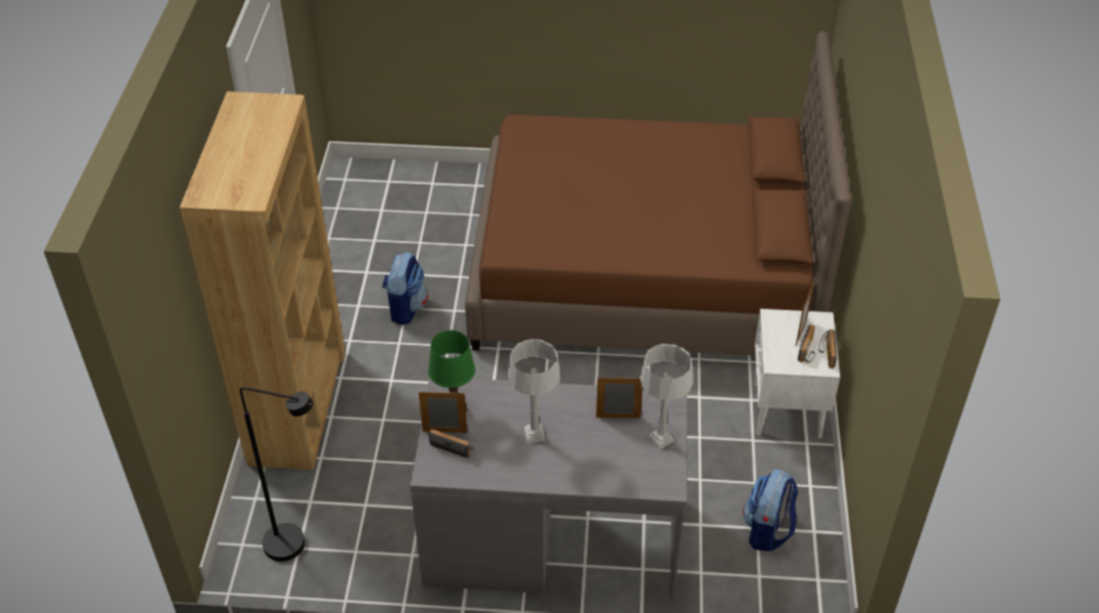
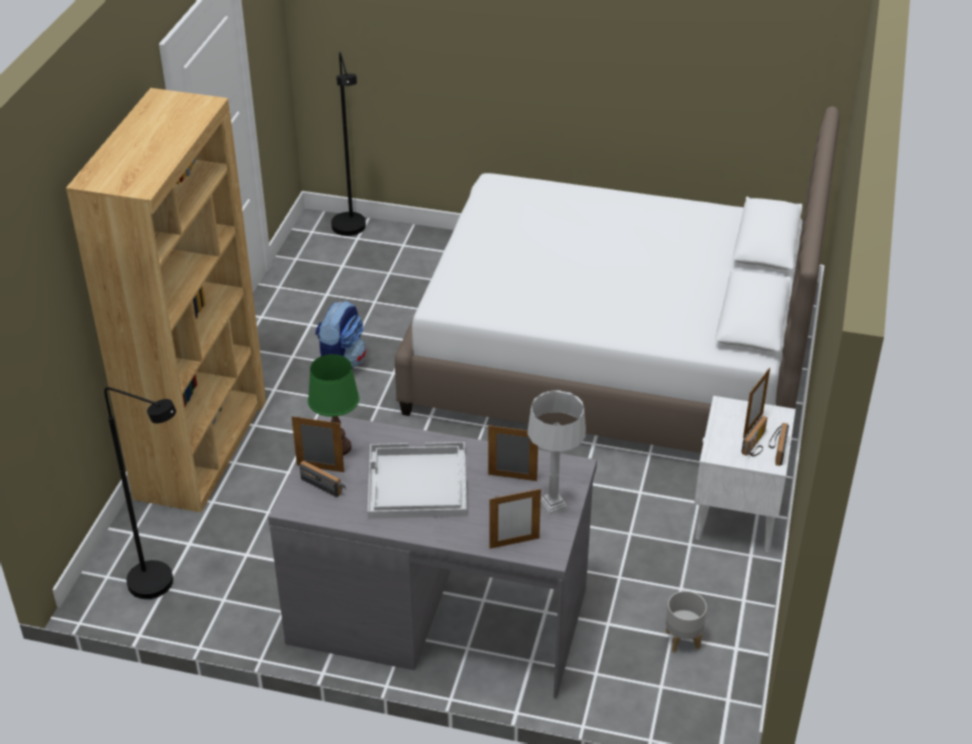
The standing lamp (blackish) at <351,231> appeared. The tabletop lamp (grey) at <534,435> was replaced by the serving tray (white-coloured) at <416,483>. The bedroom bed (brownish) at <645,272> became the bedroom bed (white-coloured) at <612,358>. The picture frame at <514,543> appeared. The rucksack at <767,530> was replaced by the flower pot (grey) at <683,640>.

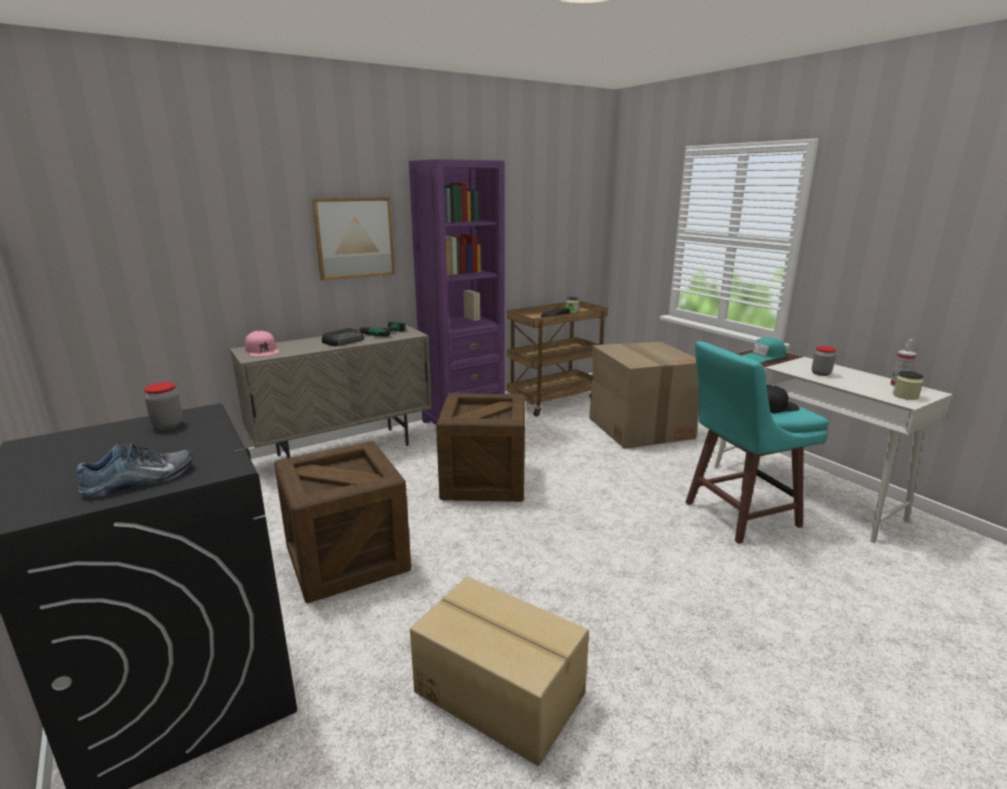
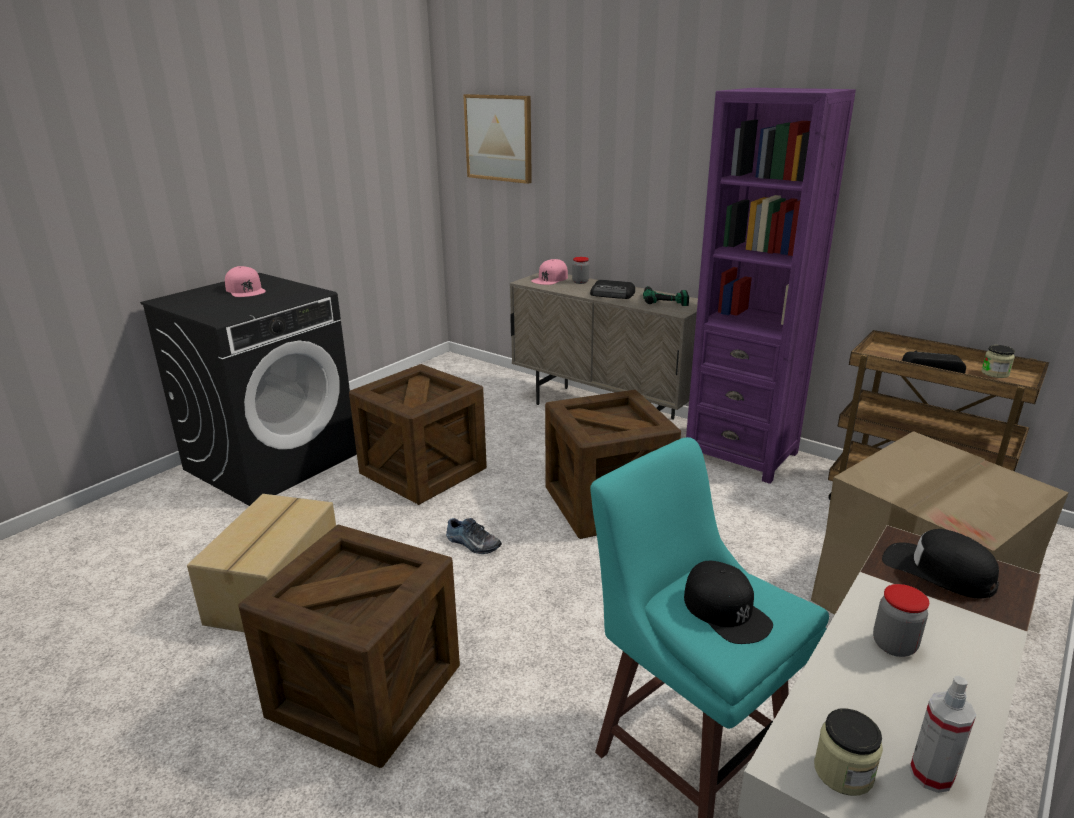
The baseball cap (pink) at <245,290> appeared. The packing crate at <365,691> appeared. The low shoe moved from <141,481> to <472,544>. The wall art moved from <354,238> to <499,138>. The jar moved from <168,425> to <580,282>. The baseball cap (turquoise) at <764,357> became the baseball cap (blackish) at <938,571>.

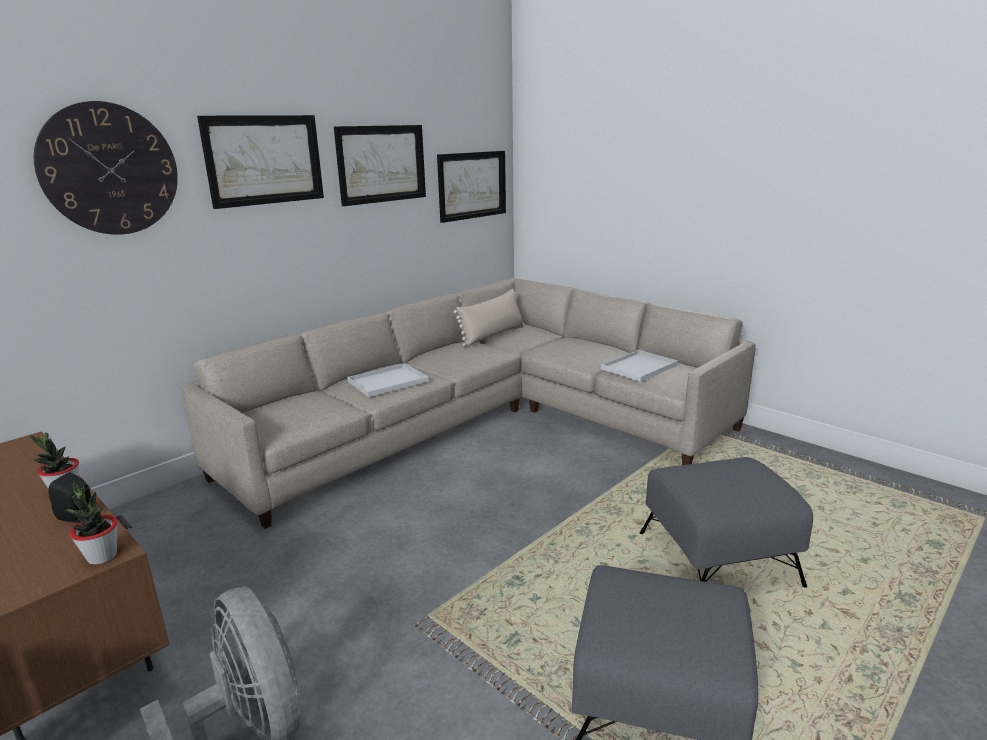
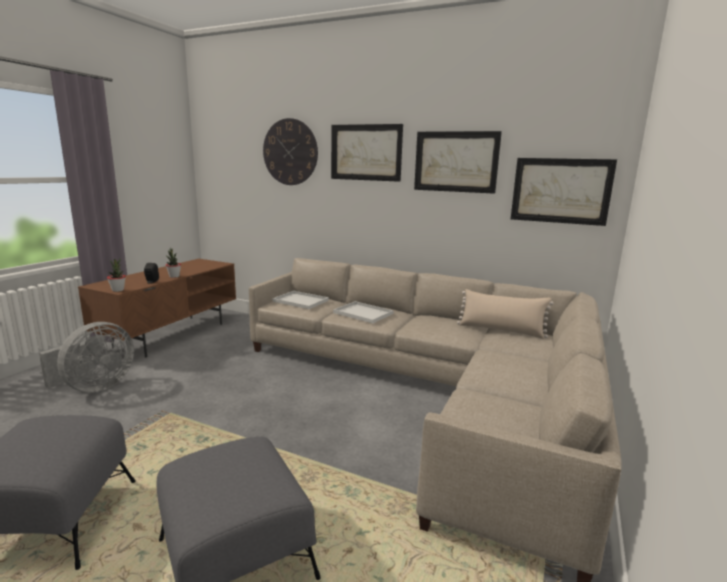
The serving tray (white-coloured) moved from <639,366> to <302,301>.

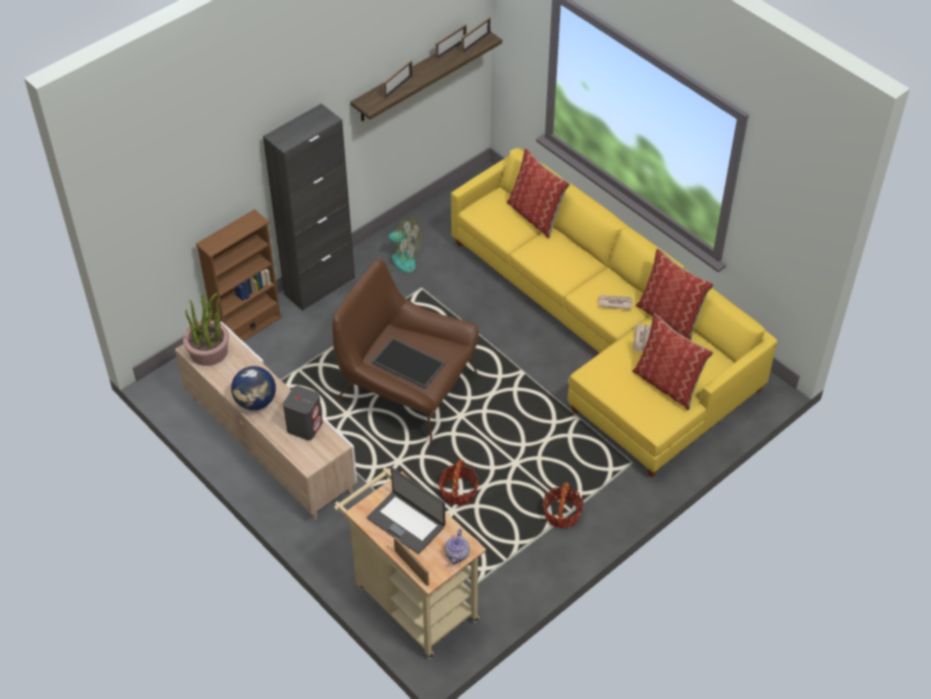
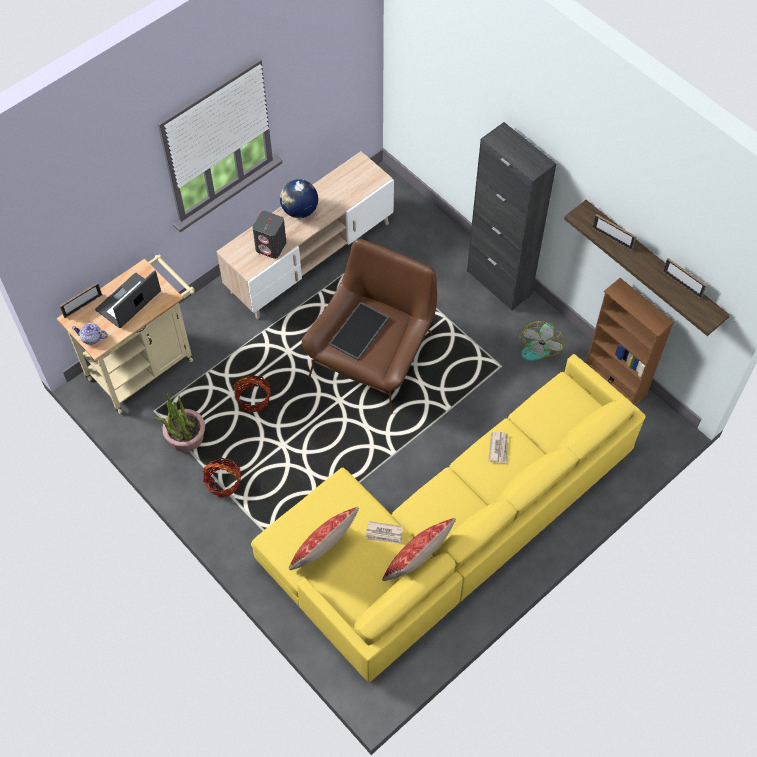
The plant in a pot moved from <209,351> to <185,437>. The newspaper moved from <614,303> to <499,447>. The bookcase (brownish) moved from <248,327> to <615,379>. The picture frame at <476,43> disappeared. The throw pillow at <536,216> disappeared.

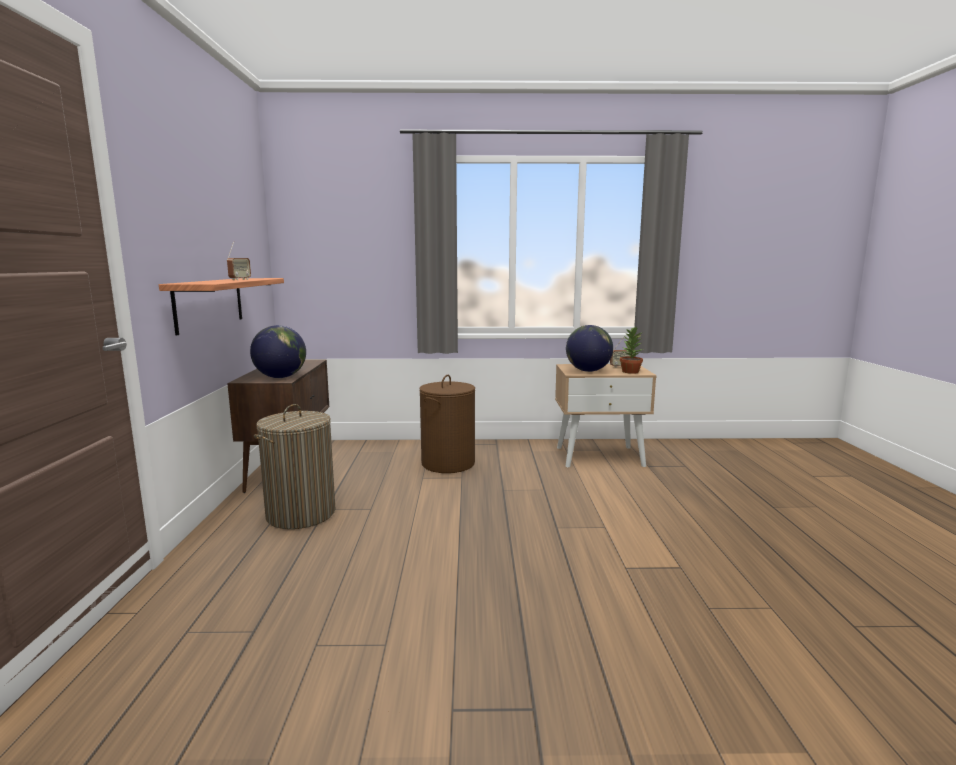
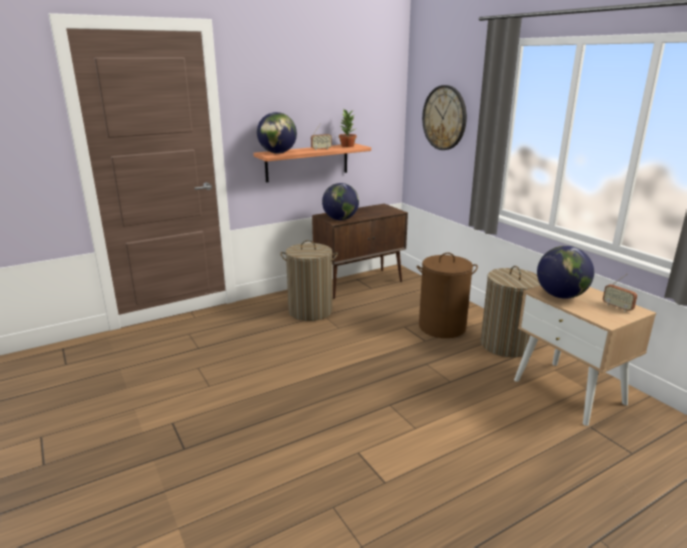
The world globe at <277,153> appeared. The plant in a pot moved from <630,372> to <347,146>. The wall clock at <444,118> appeared. The washing basket at <505,344> appeared.

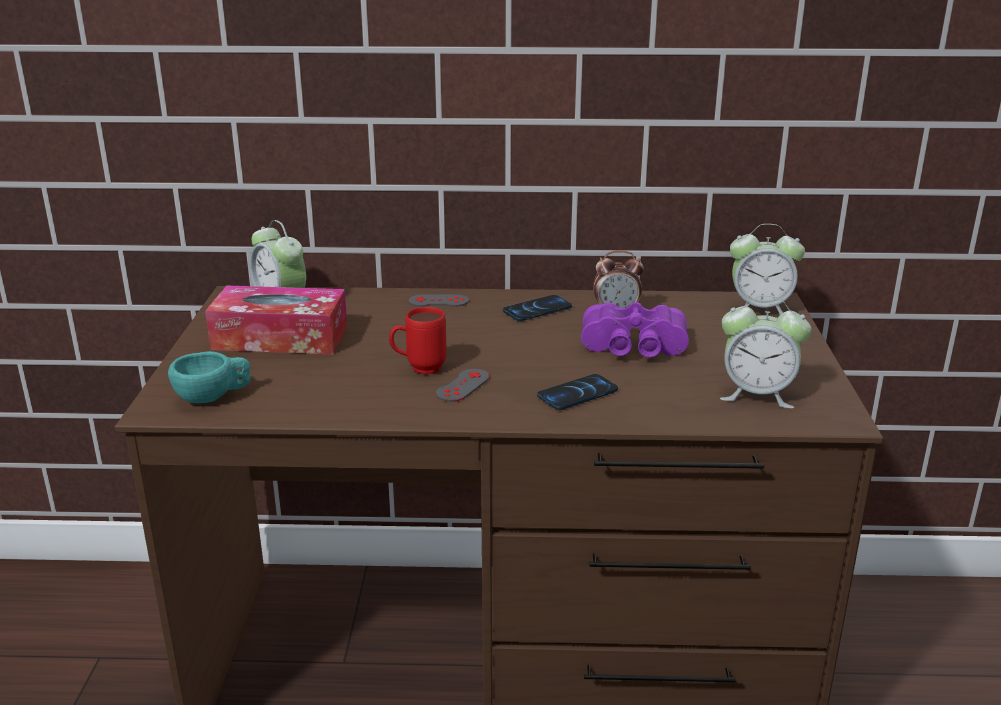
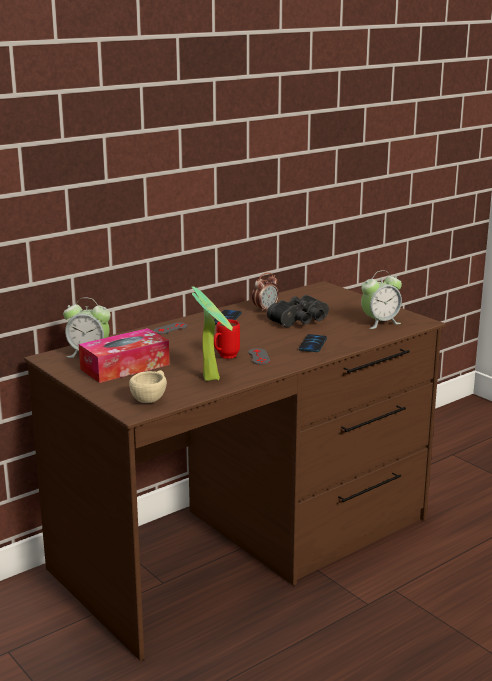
The drinking cup (turquoise) at <213,397> became the drinking cup (beige) at <151,398>. The plant in a pot at <213,377> appeared. The binoculars (purple) at <633,349> became the binoculars (blackish) at <301,321>. The alarm clock at <760,309> disappeared.

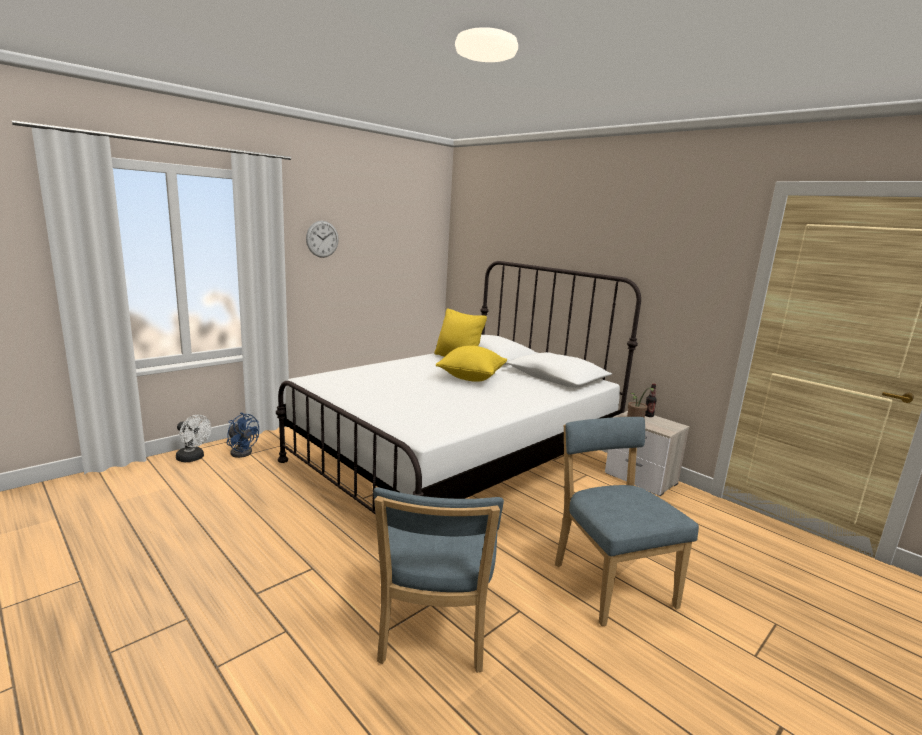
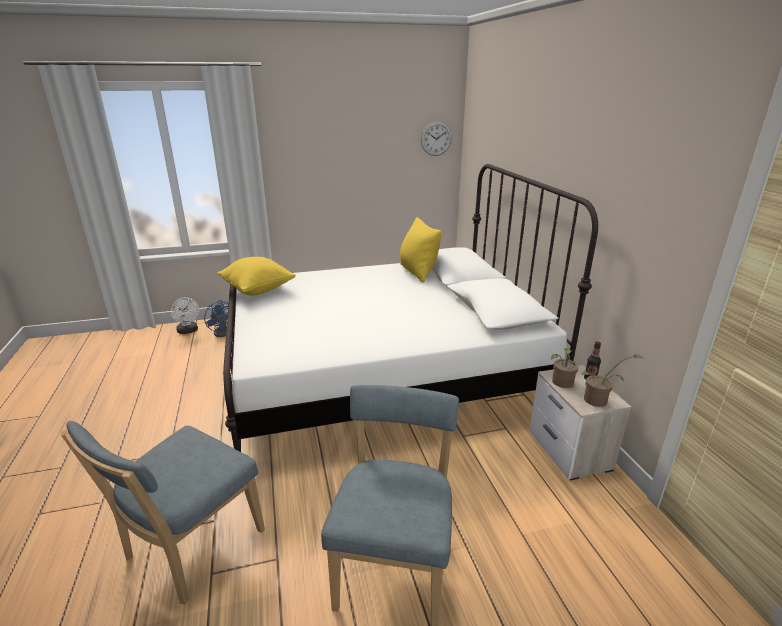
The throw pillow (yellow) moved from <471,378> to <258,290>. The wall clock moved from <322,239> to <436,138>. The plant in a pot at <599,401> appeared.

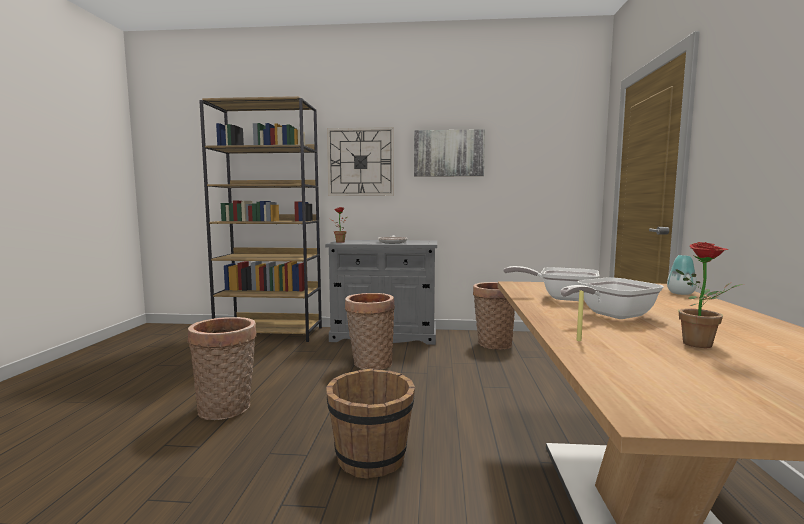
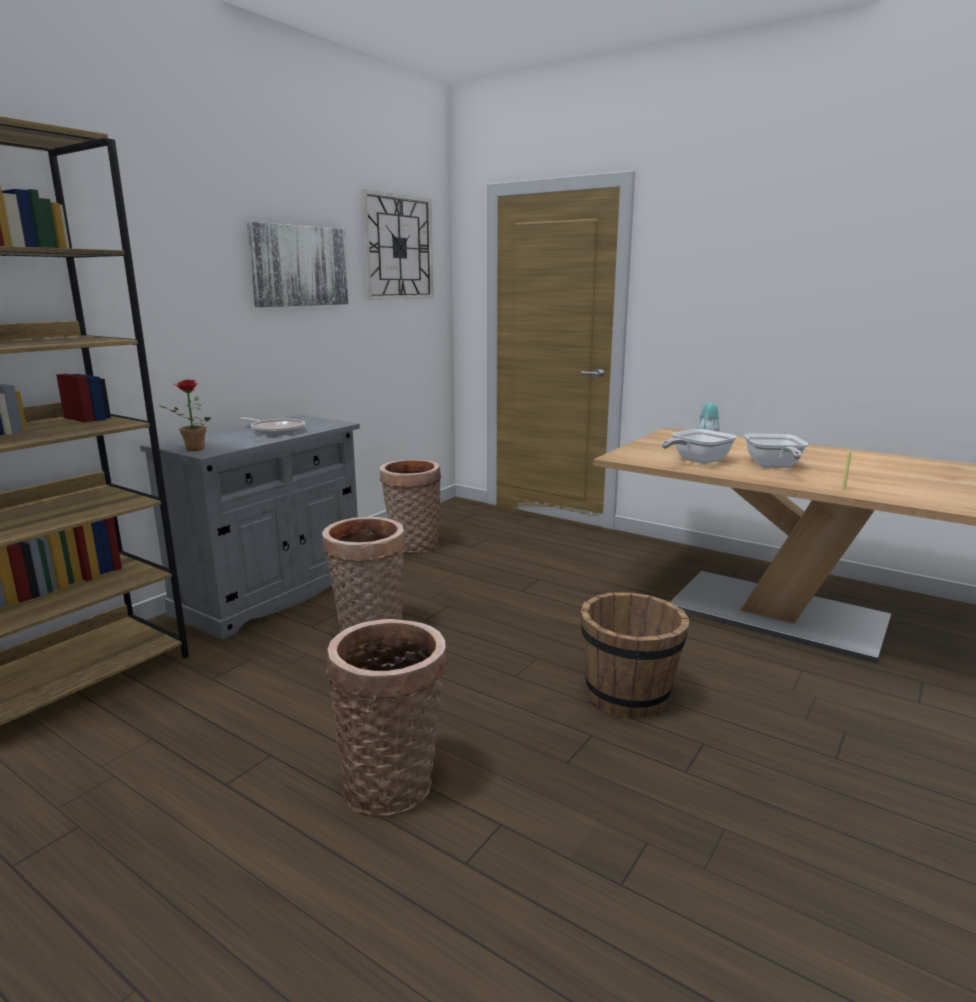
The wall clock moved from <360,162> to <398,247>. The plant in a pot at <703,345> disappeared.

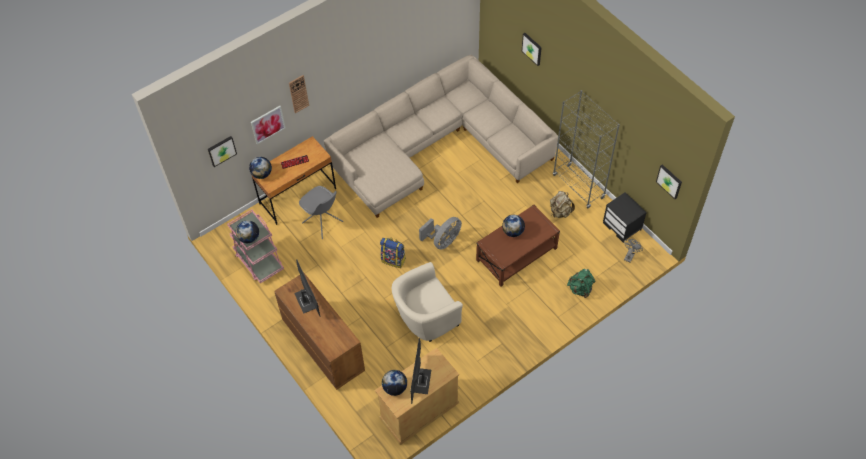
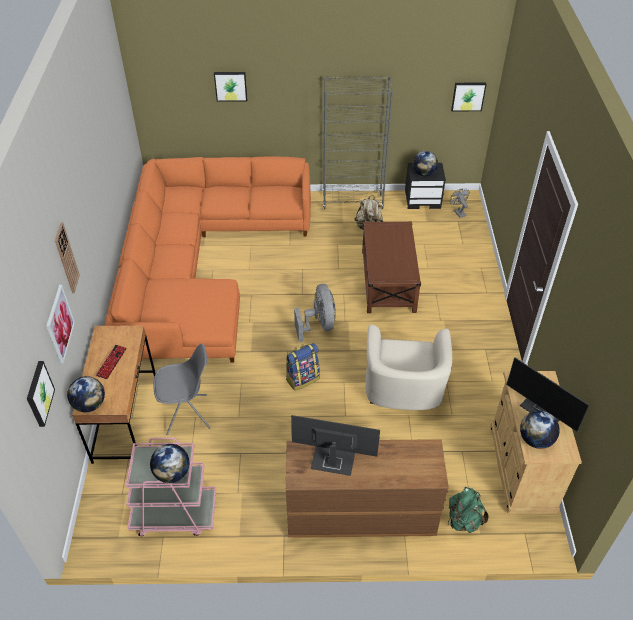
The sofa (beige) at <438,146> became the sofa (orange) at <199,265>. The world globe moved from <513,232> to <424,173>. The rucksack (greenish) moved from <580,289> to <463,520>.

